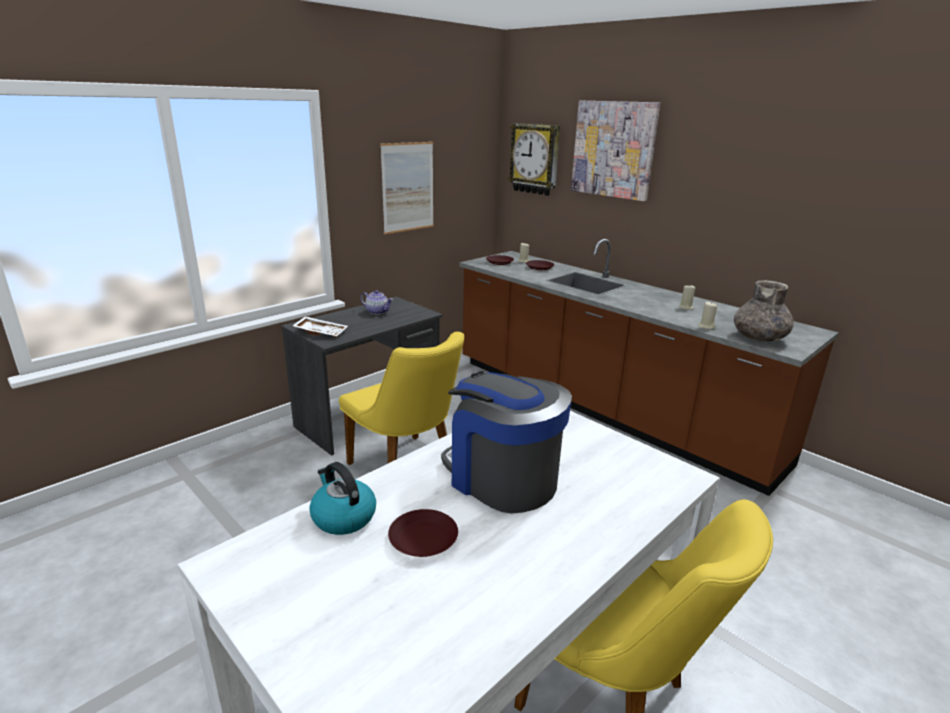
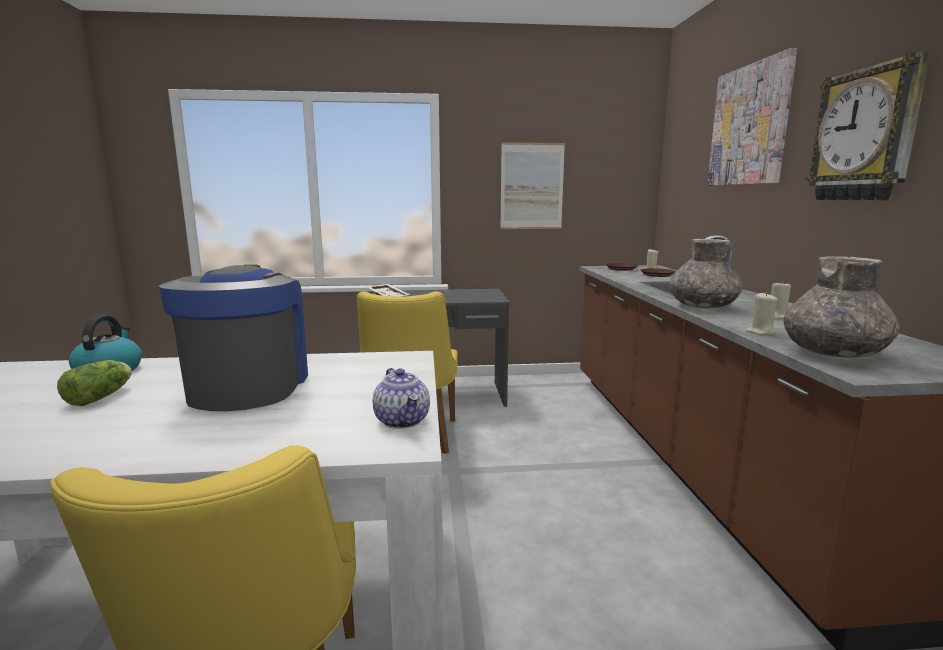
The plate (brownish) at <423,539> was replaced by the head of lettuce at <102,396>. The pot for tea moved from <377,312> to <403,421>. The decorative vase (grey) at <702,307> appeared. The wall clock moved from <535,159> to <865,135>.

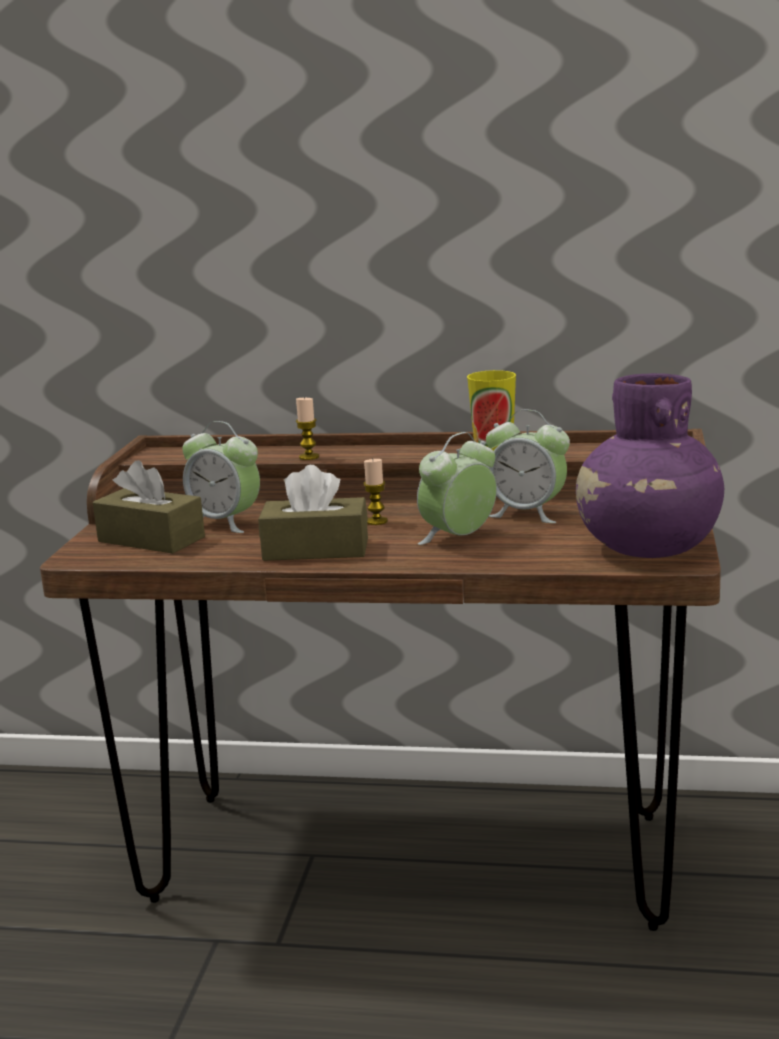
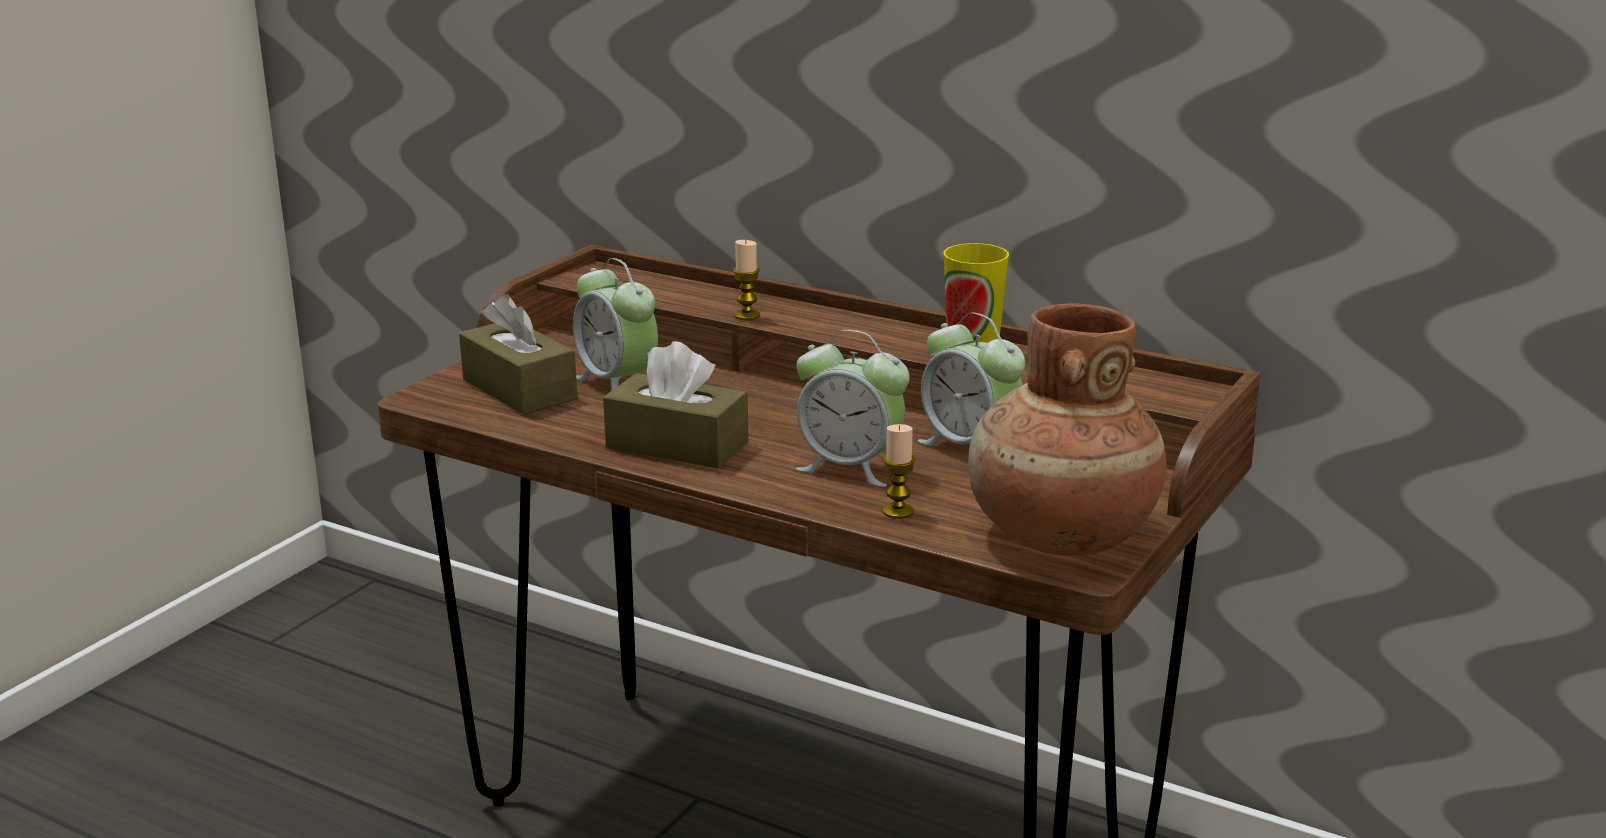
The alarm clock at <458,539> turned 135 degrees counterclockwise. The wax light moved from <376,521> to <898,511>. The decorative vase (purple) at <648,548> became the decorative vase (brownish) at <1060,536>.

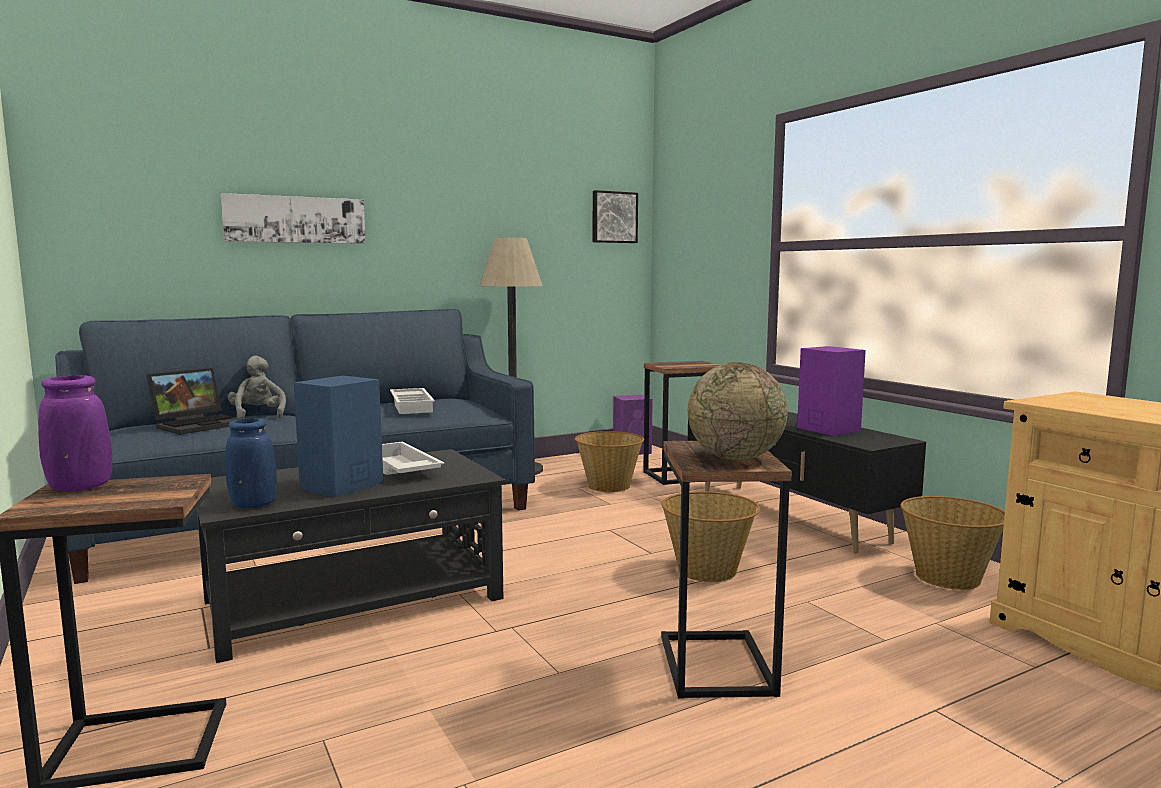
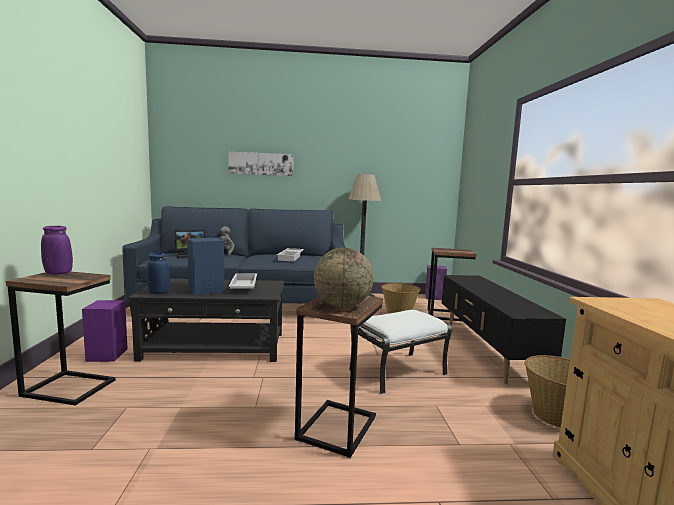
The audio speaker (purple) moved from <827,429> to <107,354>. The basket at <708,570> was replaced by the ottoman (white-coloured) at <398,372>. The wall art at <613,217> disappeared.

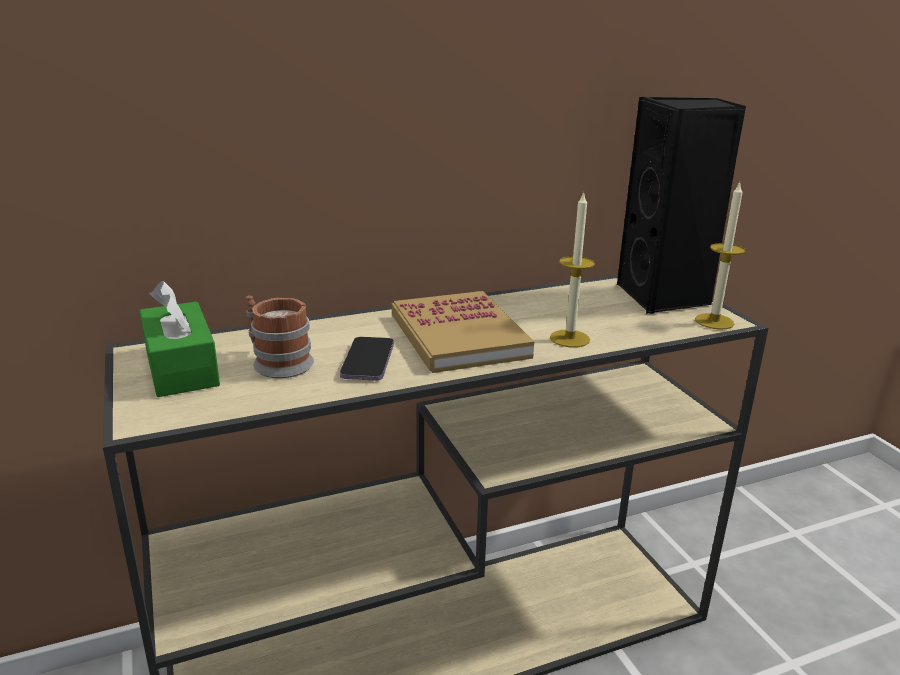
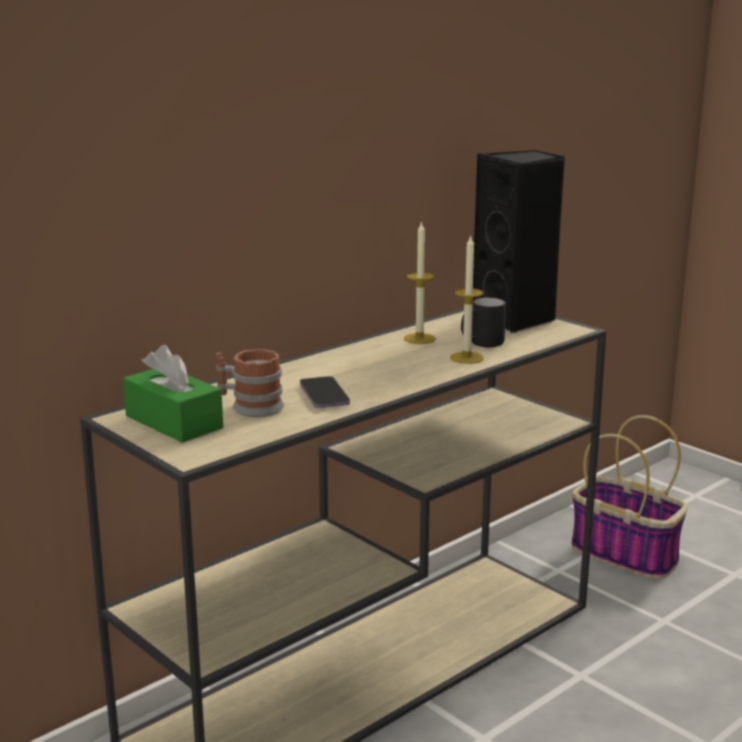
The wax light moved from <714,321> to <419,338>. The tea mug (blackish) at <481,344> appeared. The basket at <626,555> appeared. The volume at <458,336> disappeared.

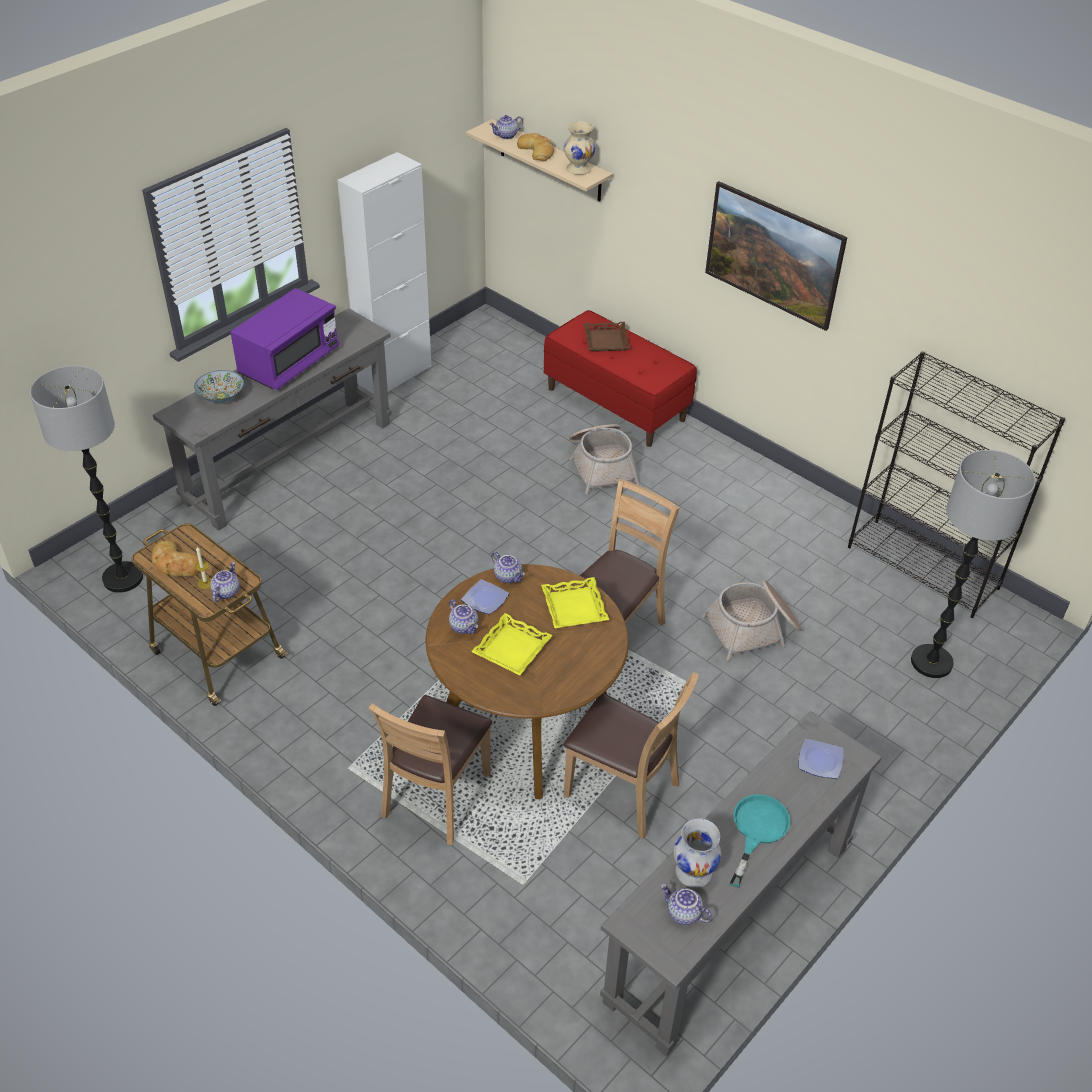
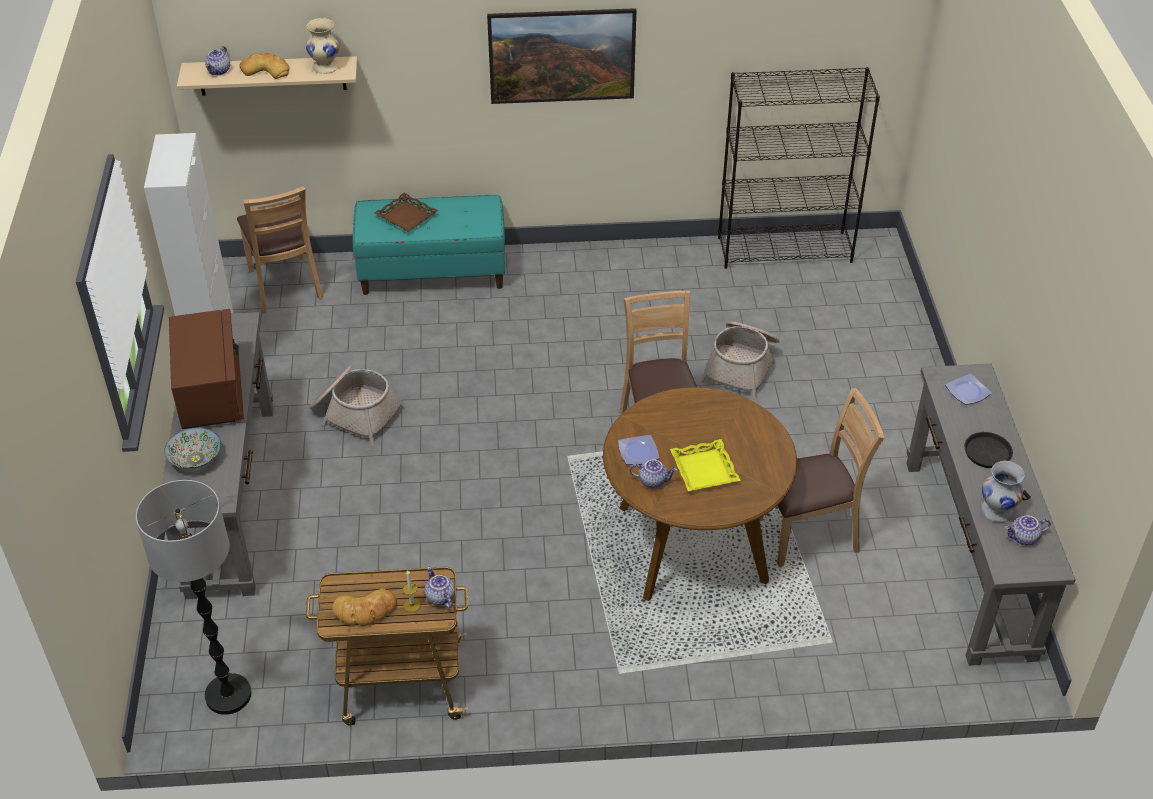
The kitchen microwave (purple) at <289,362> became the kitchen microwave (brownish) at <211,392>. The chair (brownish) moved from <437,796> to <284,285>. The basket moved from <601,465> to <355,412>. The indoor bench (reddish) at <616,404> became the indoor bench (turquoise) at <433,272>. The pan (turquoise) at <757,830> became the pan (blackish) at <992,459>. The pot for tea at <508,576> disappeared. The serving tray (yellow) at <575,607> disappeared. The standing lamp at <931,662> disappeared.

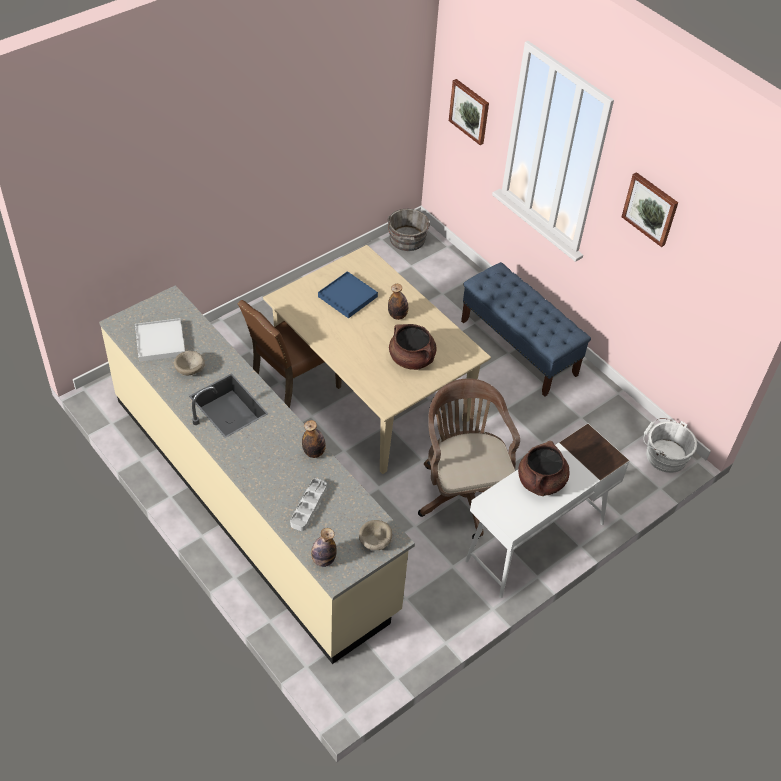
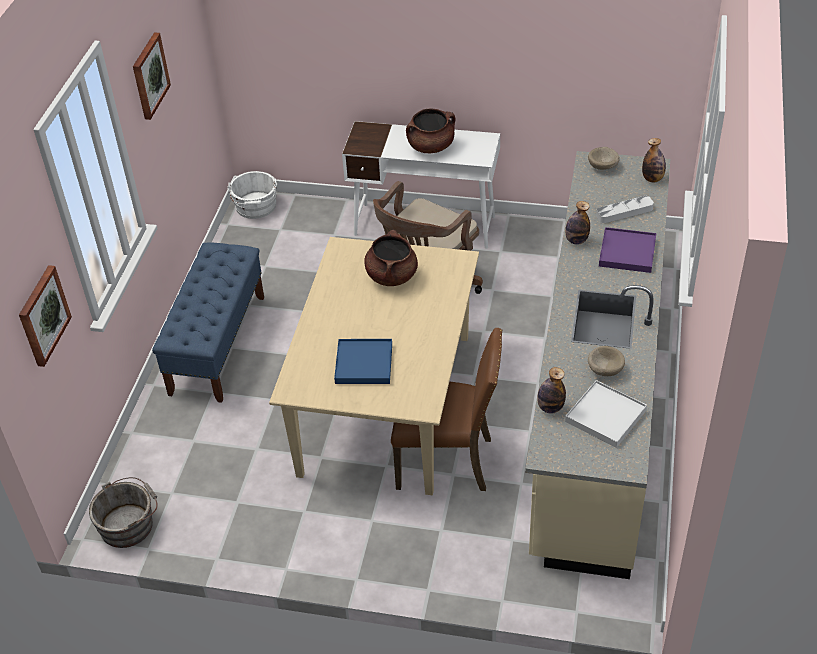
The beverage bottle moved from <397,315> to <550,407>. The serving tray (purple) at <627,252> appeared.

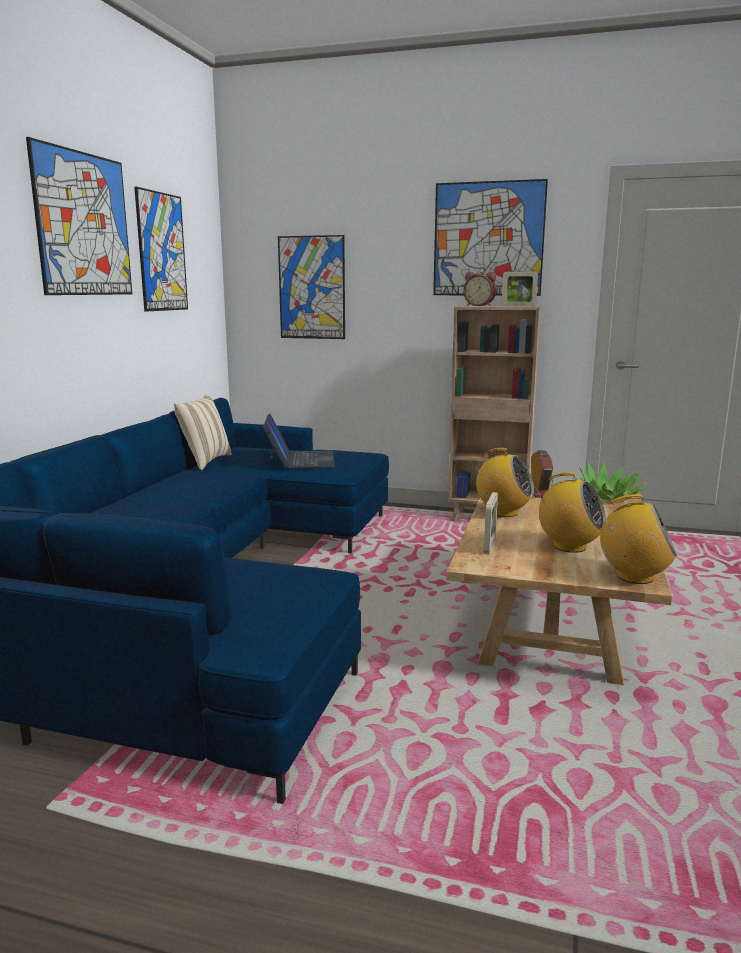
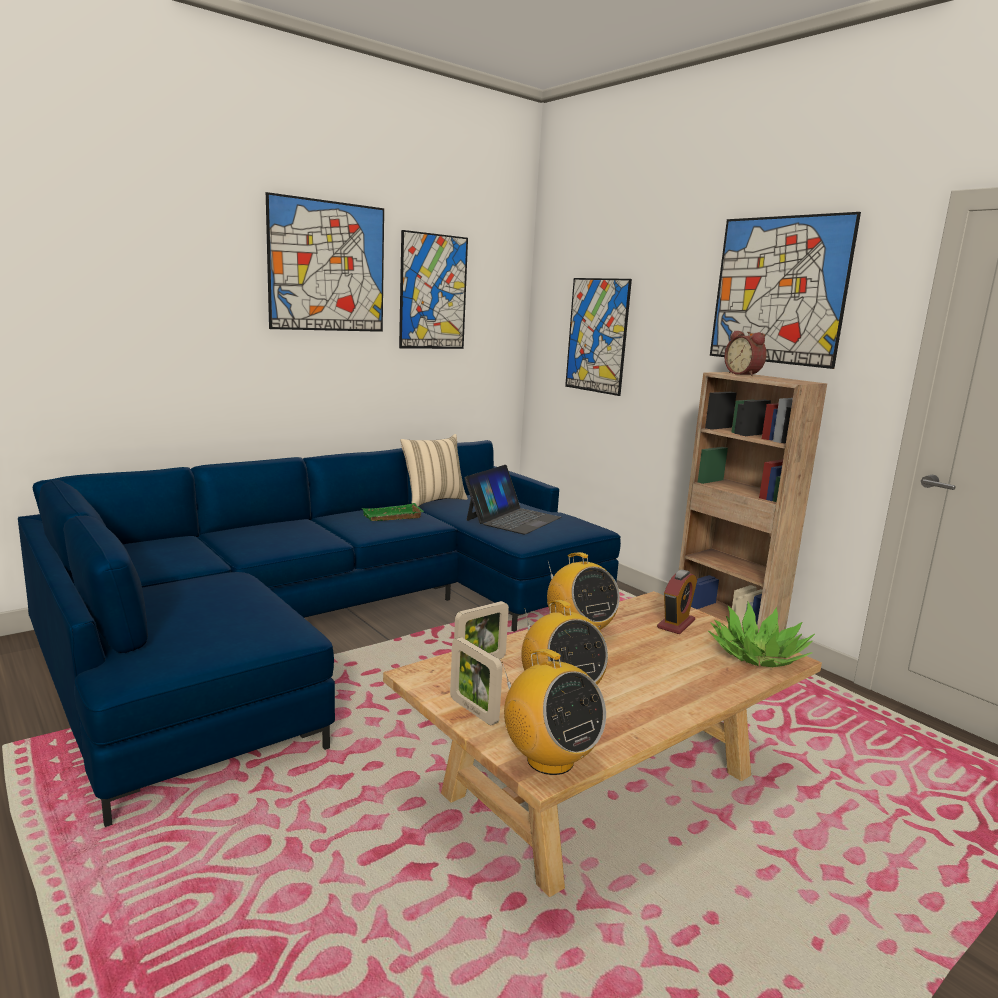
The serving tray (greenish) at <392,517> appeared. The picture frame moved from <518,306> to <473,711>.

